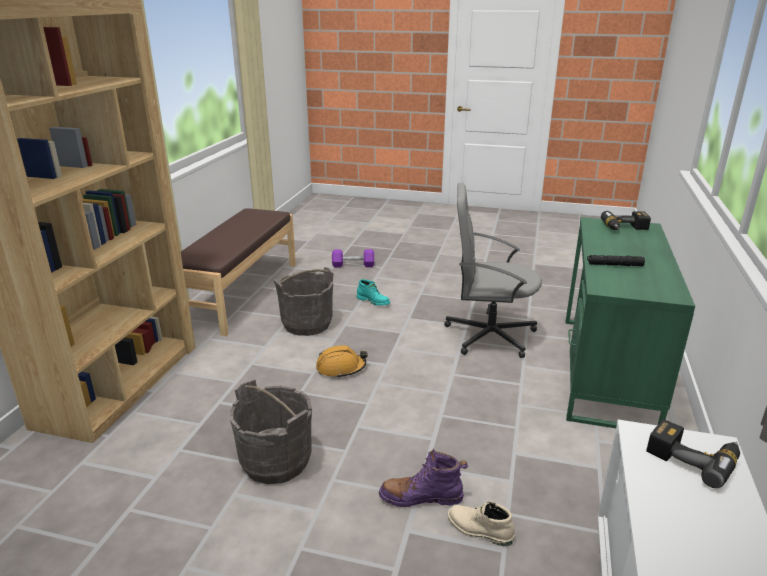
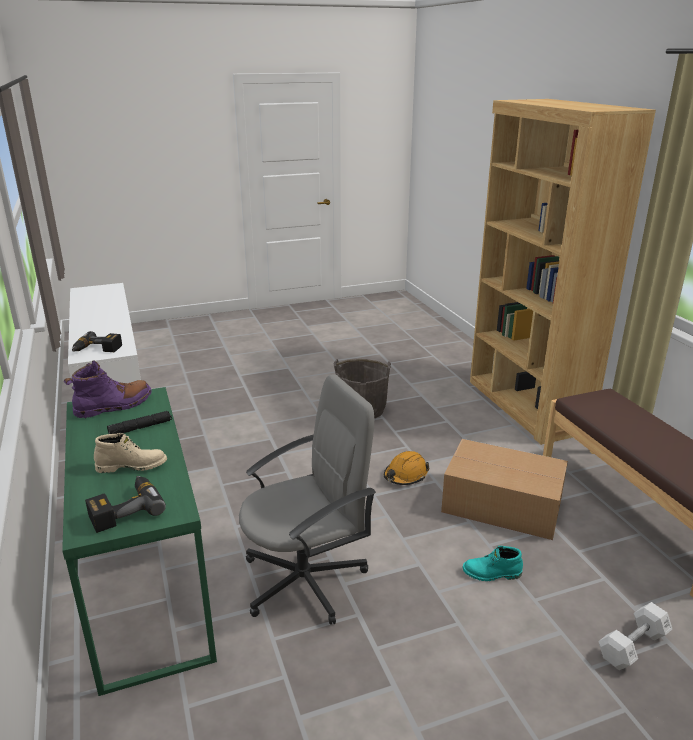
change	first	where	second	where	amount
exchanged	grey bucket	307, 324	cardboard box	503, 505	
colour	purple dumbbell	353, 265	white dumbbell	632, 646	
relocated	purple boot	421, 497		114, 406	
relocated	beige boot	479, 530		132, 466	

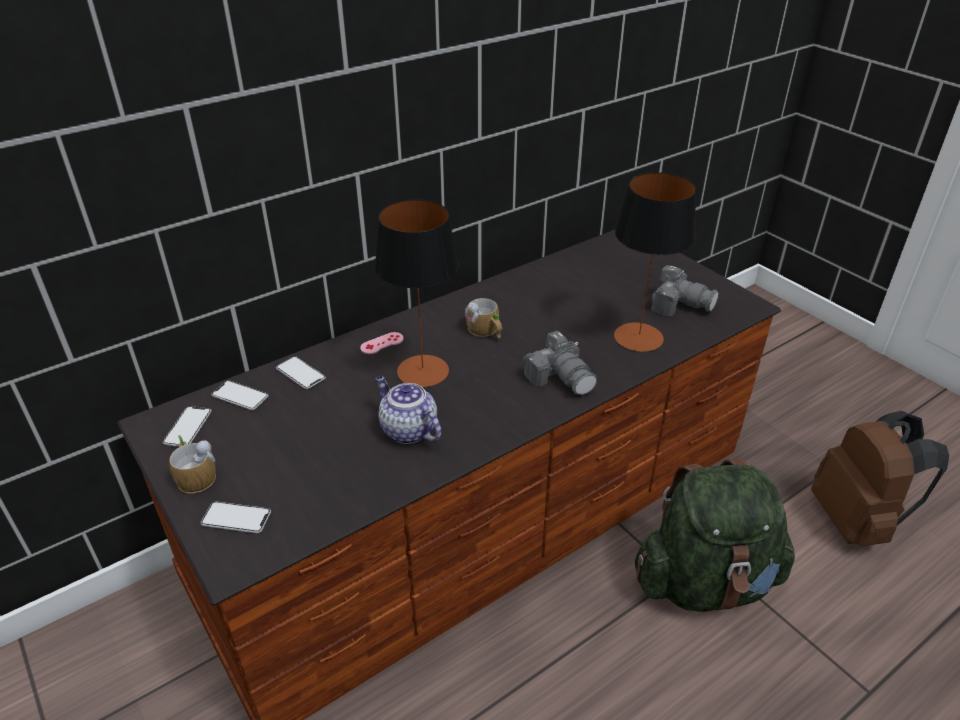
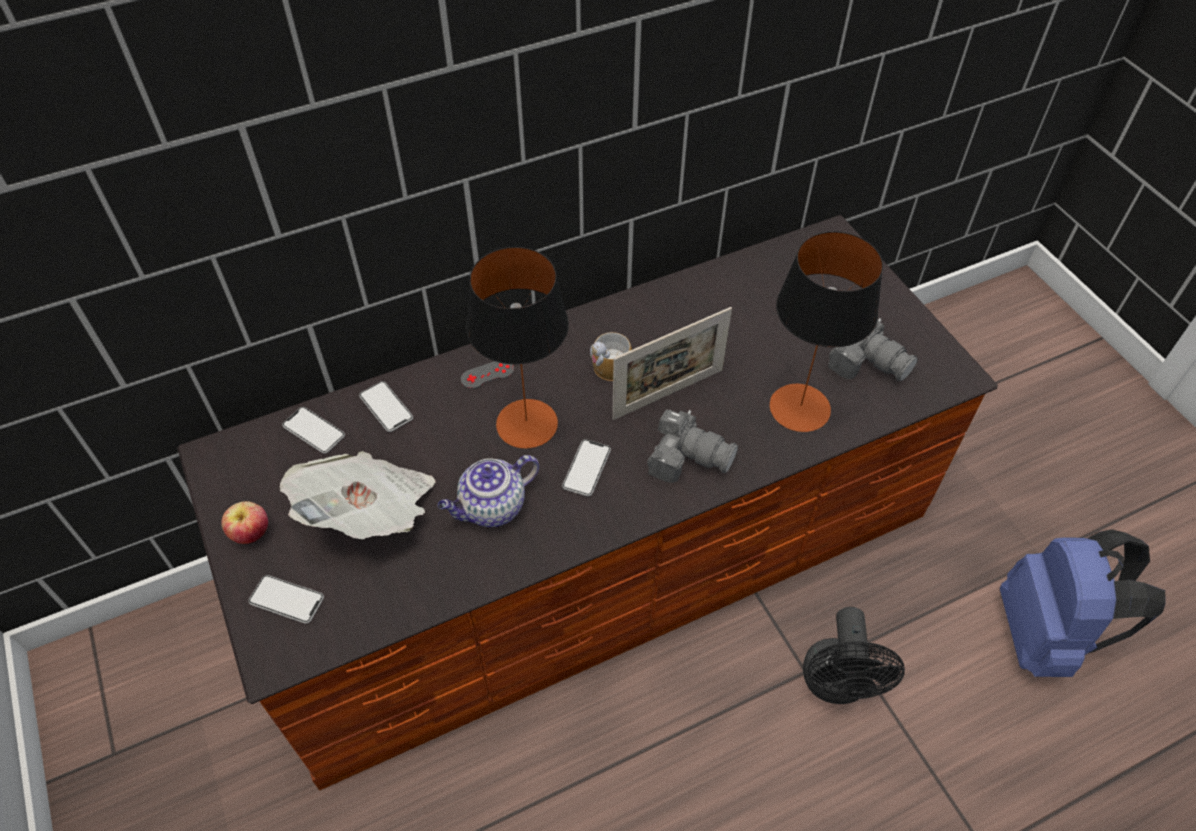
change	first	where	second	where	amount
relocated	phone	188, 427		586, 468	
exchanged	mug	195, 474	apple	251, 534	
colour	pink game controller	382, 343	grey game controller	487, 374	
spun	teapot	407, 430		492, 508	90 degrees counterclockwise
spun	photo camera	561, 377		687, 457	45 degrees counterclockwise
exchanged	green backpack	705, 582	black fan	836, 685	
colour	brown backpack	856, 521	blue backpack	1045, 635	
appeared			newspaper	370, 512	
appeared			picture frame	668, 394	

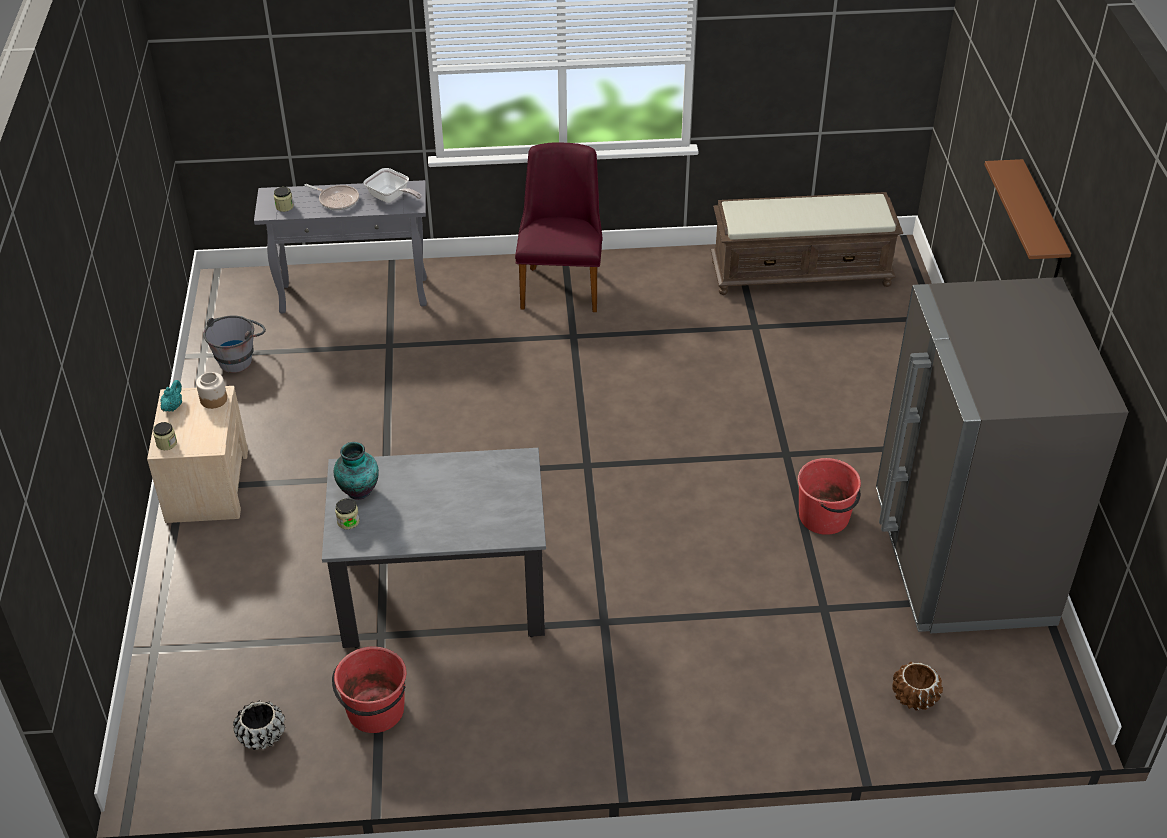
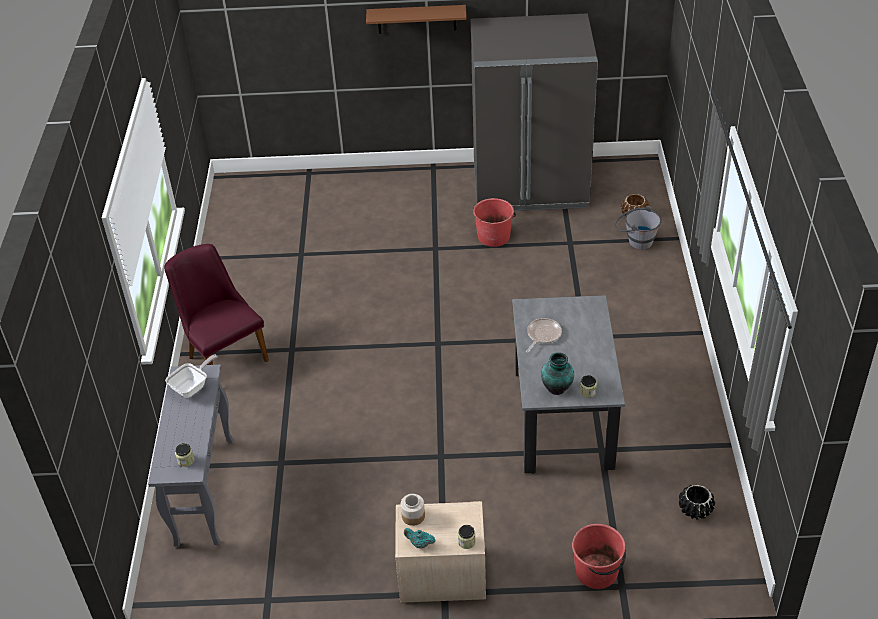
change	first	where	second	where	amount
relocated	grey bucket	239, 358		635, 241	
relocated	frying pan	337, 200		542, 335	
relocated	red bucket	375, 711		597, 571	
spun	purple chair	562, 283		223, 355	45 degrees clockwise
missing	brown bench	801, 273			

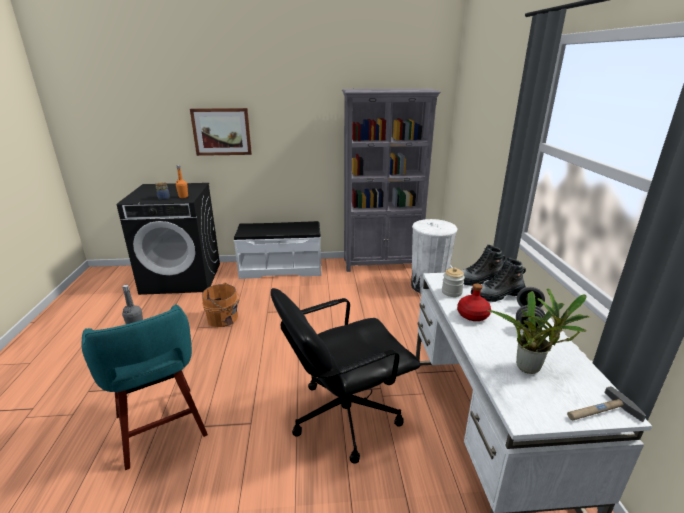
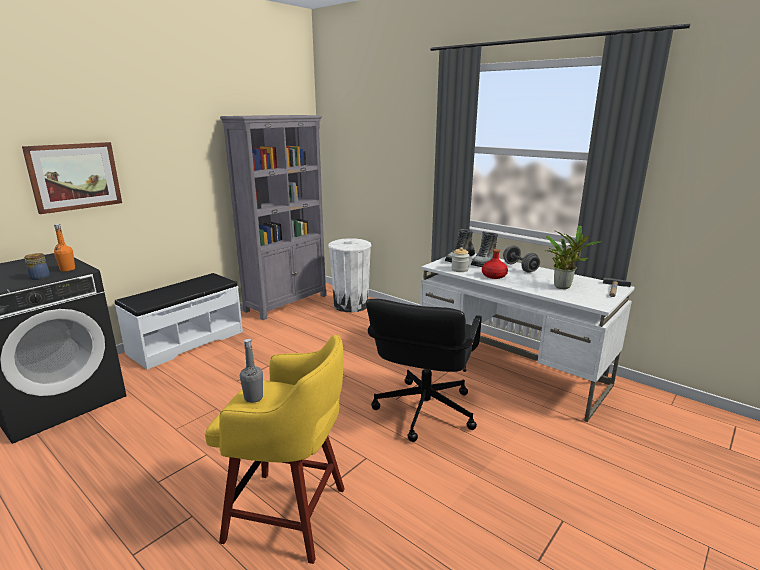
change	first	where	second	where	amount
colour	turquoise stool	161, 428	yellow stool	290, 515	
missing	orange bucket	224, 319			

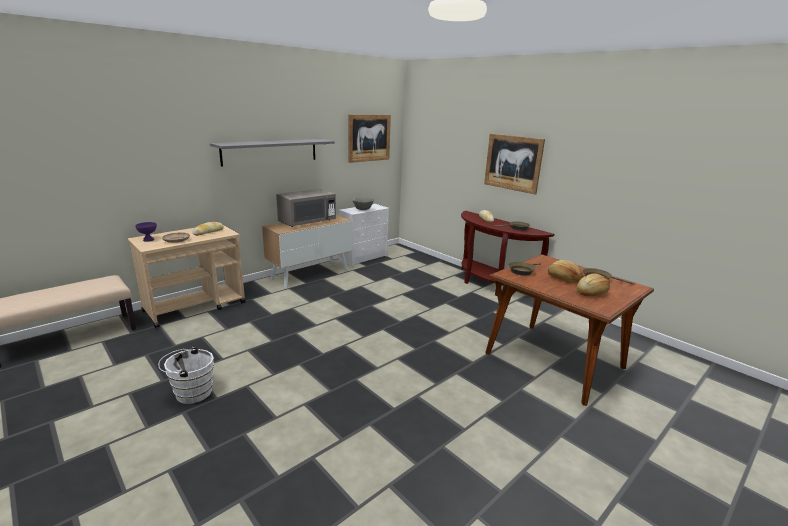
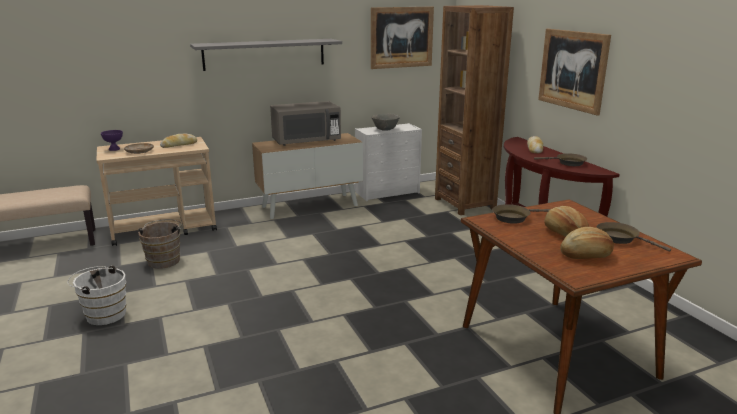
change	first	where	second	where	amount
appeared			brown bucket	164, 260	
appeared			brown bookcase	465, 204	

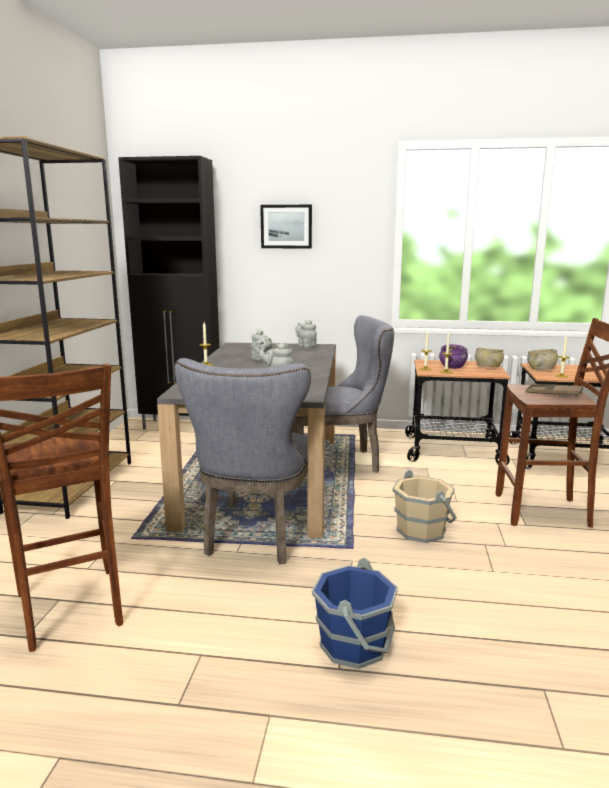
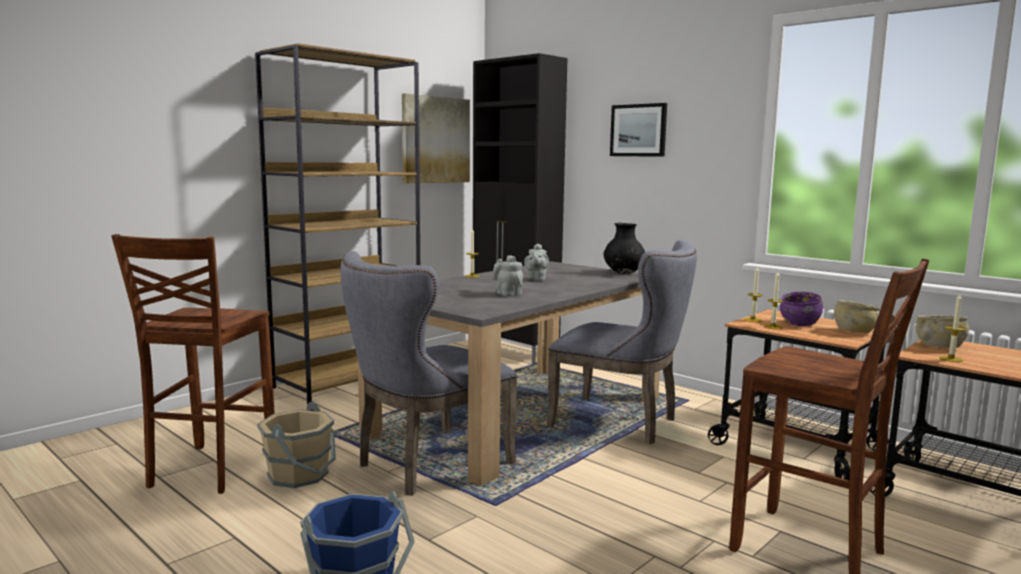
change	first	where	second	where	amount
exchanged	grey teapot	306, 346	black vase	623, 273	
relocated	beige bucket	421, 530		299, 474	
missing	brown tray	553, 393			
appeared			picture	435, 140	

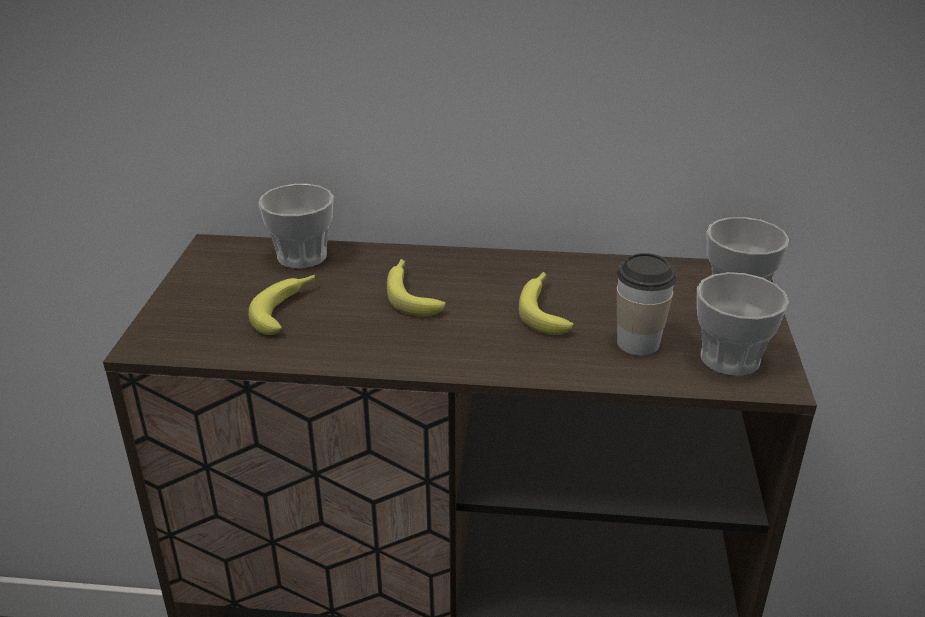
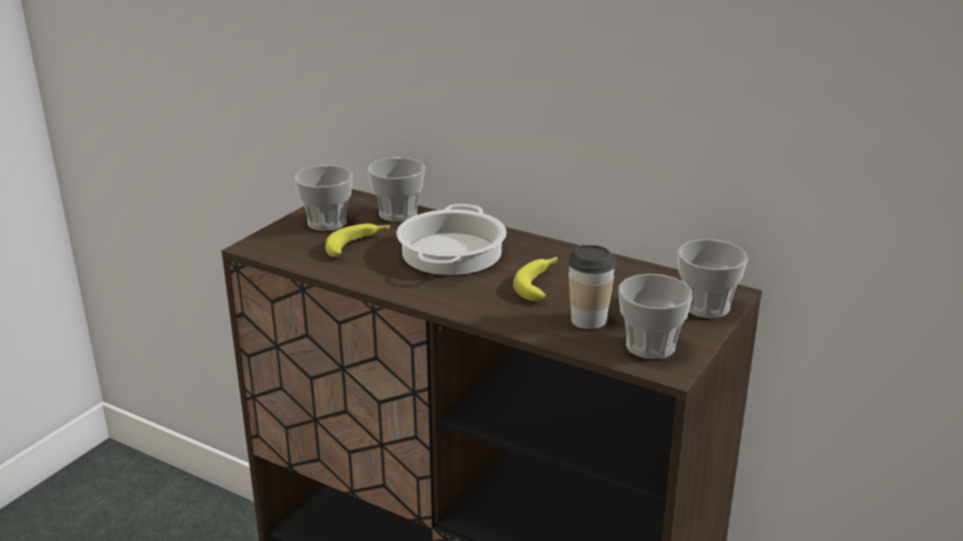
change	first	where	second	where	amount
exchanged	banana	411, 294	cooking pot	452, 253	
appeared			cup	327, 223	

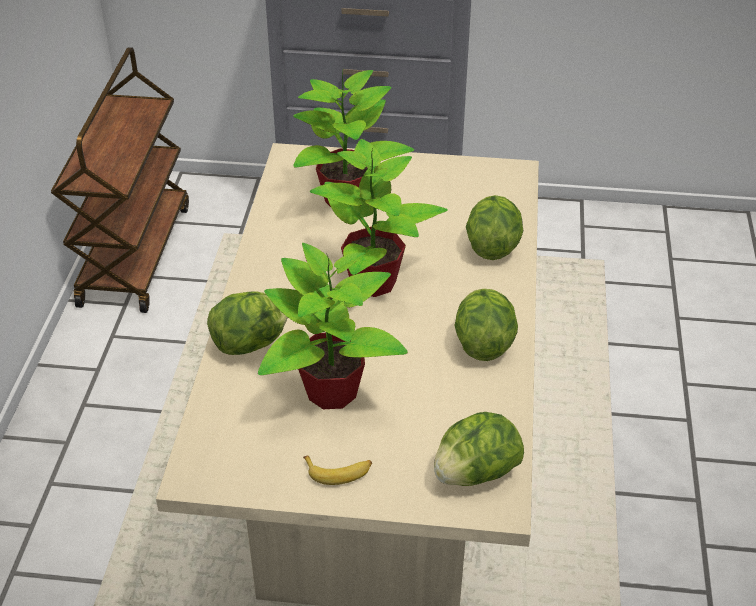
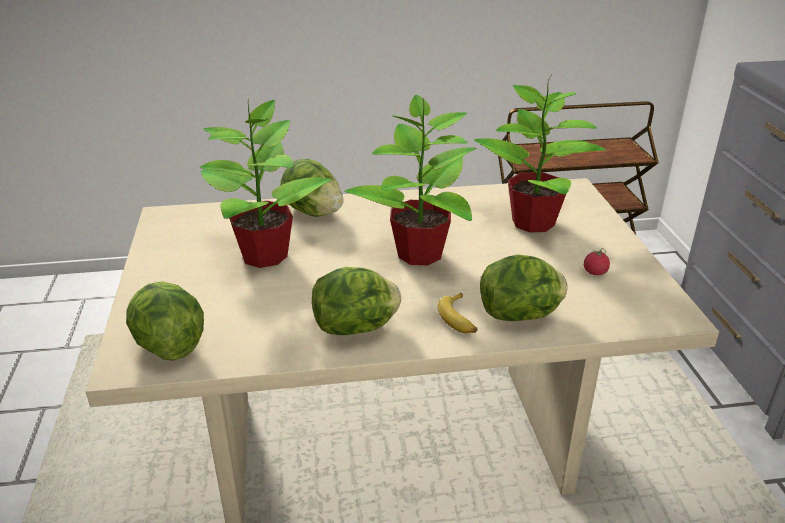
change	first	where	second	where	amount
relocated	banana	339, 472		459, 319	
appeared			tomato	595, 272	

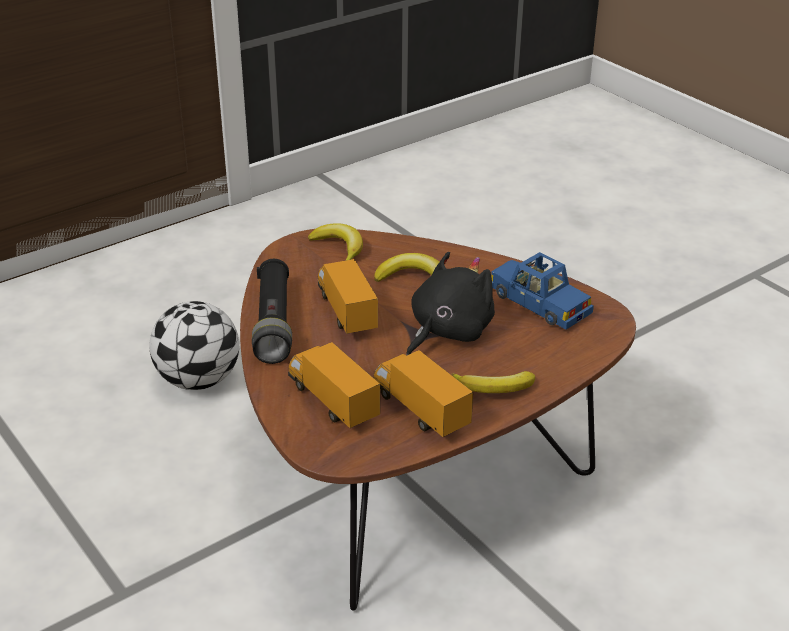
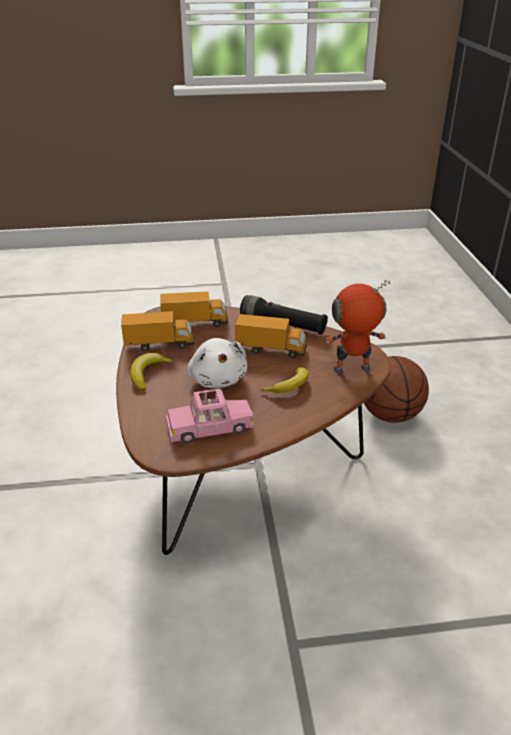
change	first	where	second	where	amount
exchanged	football	199, 380	basketball	390, 415	
exchanged	banana	339, 248	toy robot	352, 370	
colour	black plush toy	447, 331	white plush toy	218, 378	
colour	blue toy car	538, 304	pink toy car	210, 428	

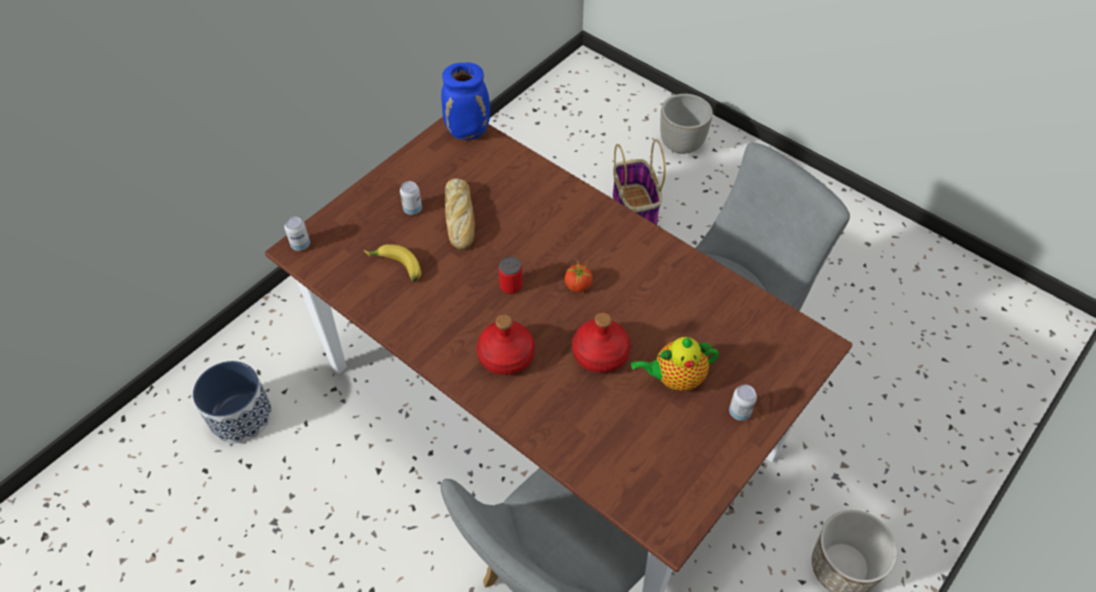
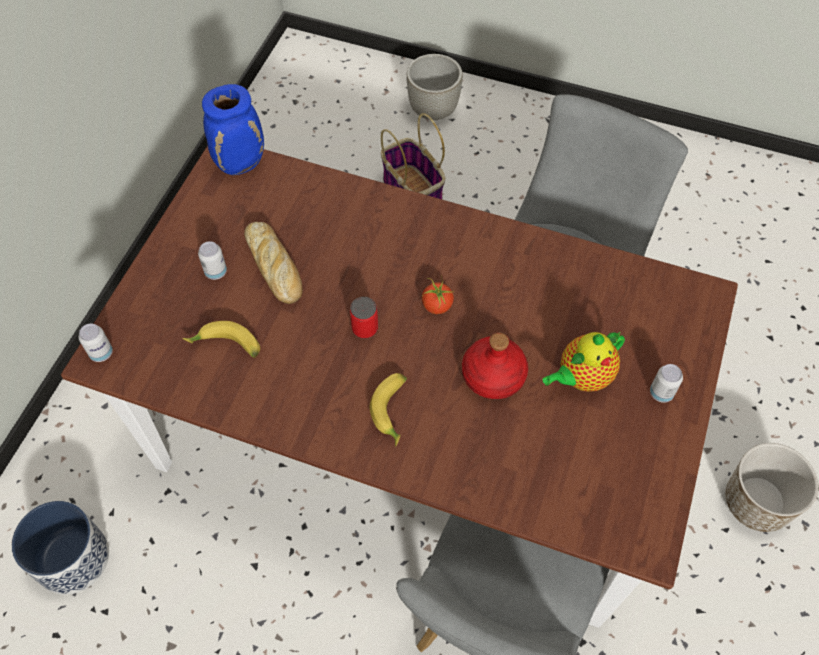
change	first	where	second	where	amount
exchanged	red bottle	506, 356	banana	394, 411	

